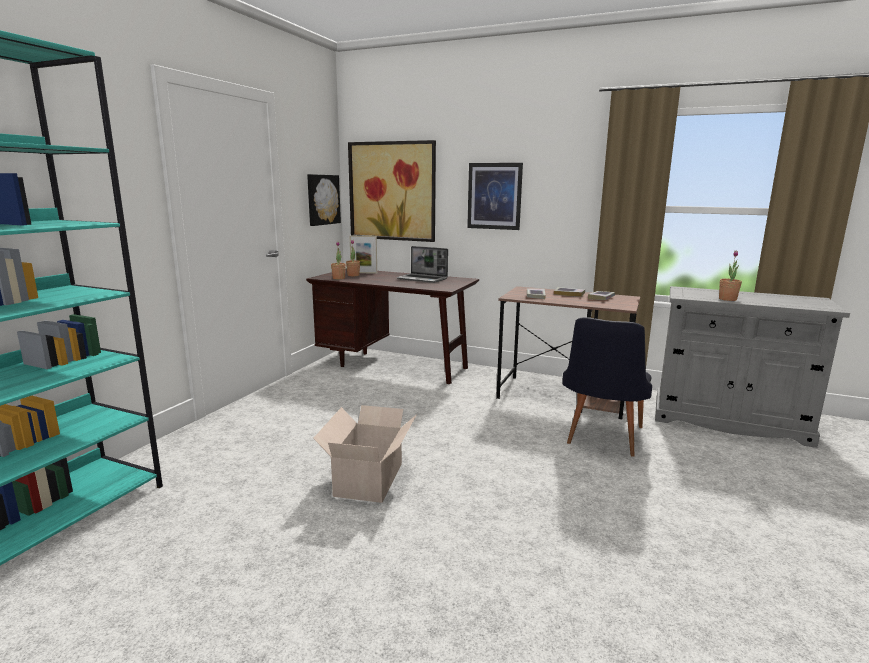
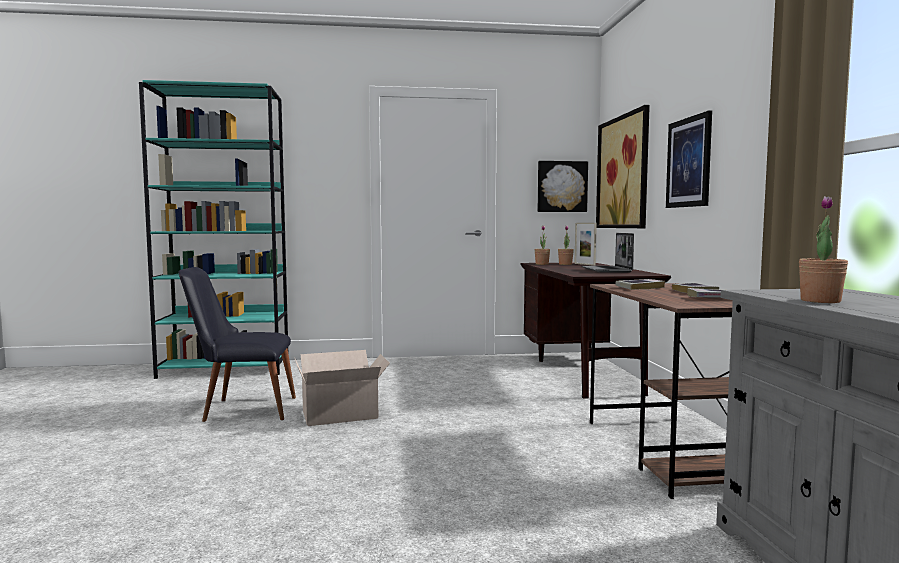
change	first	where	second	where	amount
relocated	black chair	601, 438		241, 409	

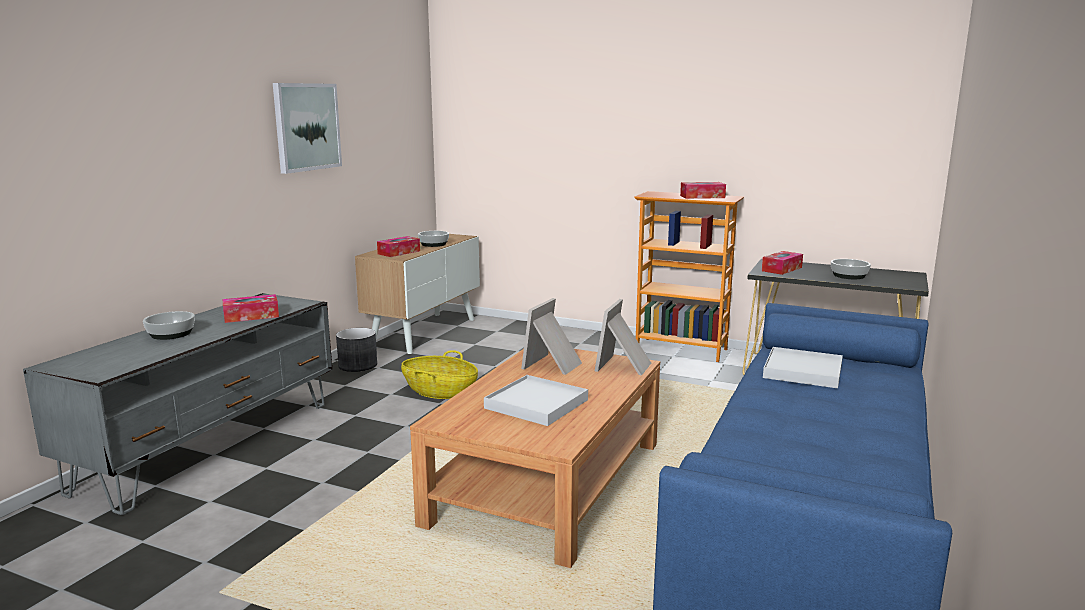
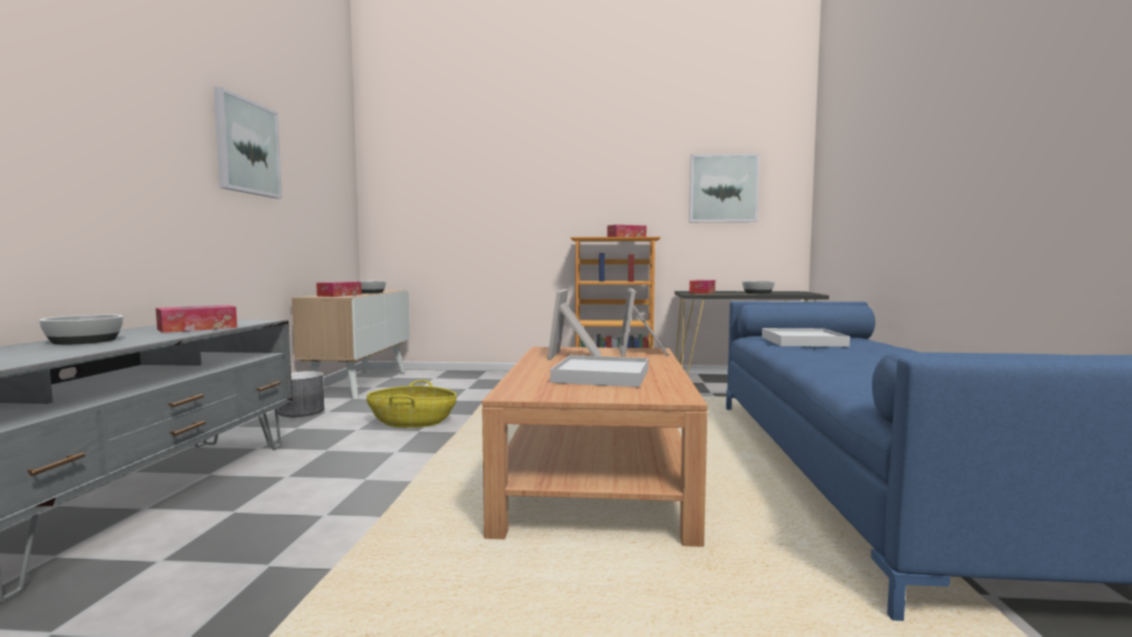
change	first	where	second	where	amount
appeared			picture	723, 188	

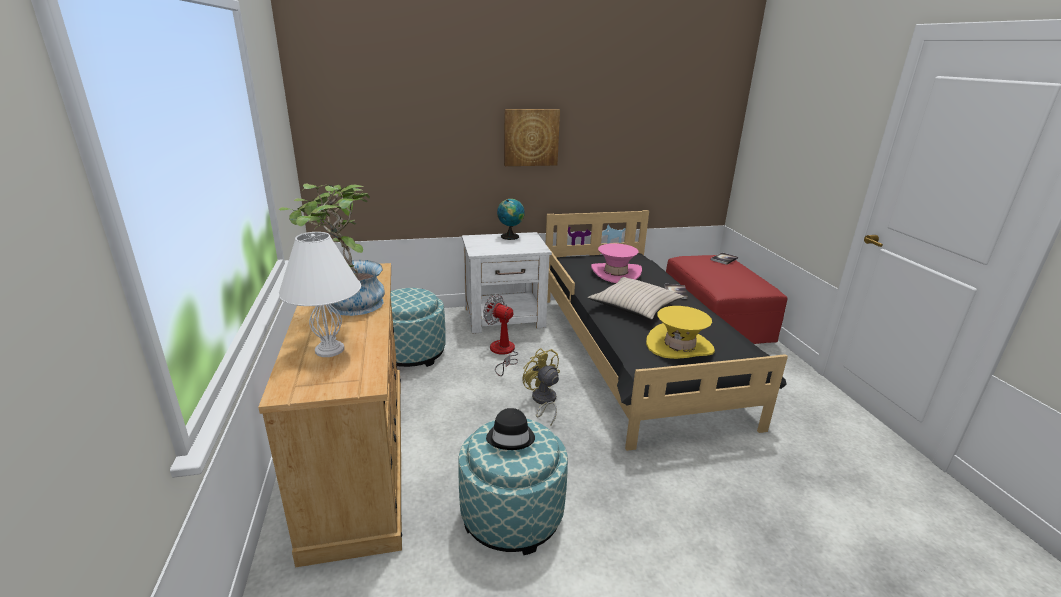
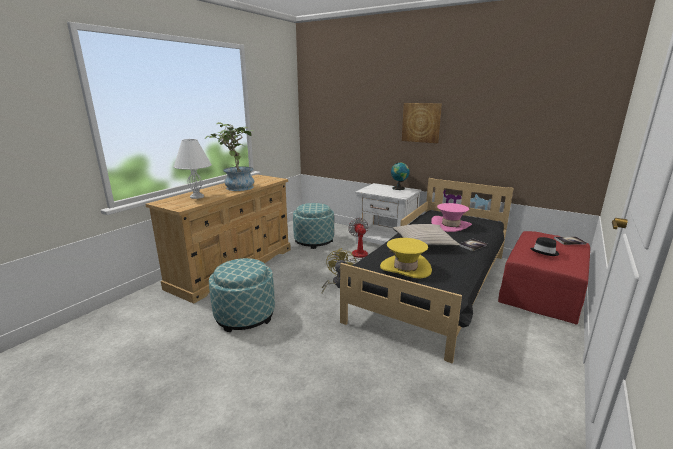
change	first	where	second	where	amount
relocated	black hat	511, 437		545, 252	

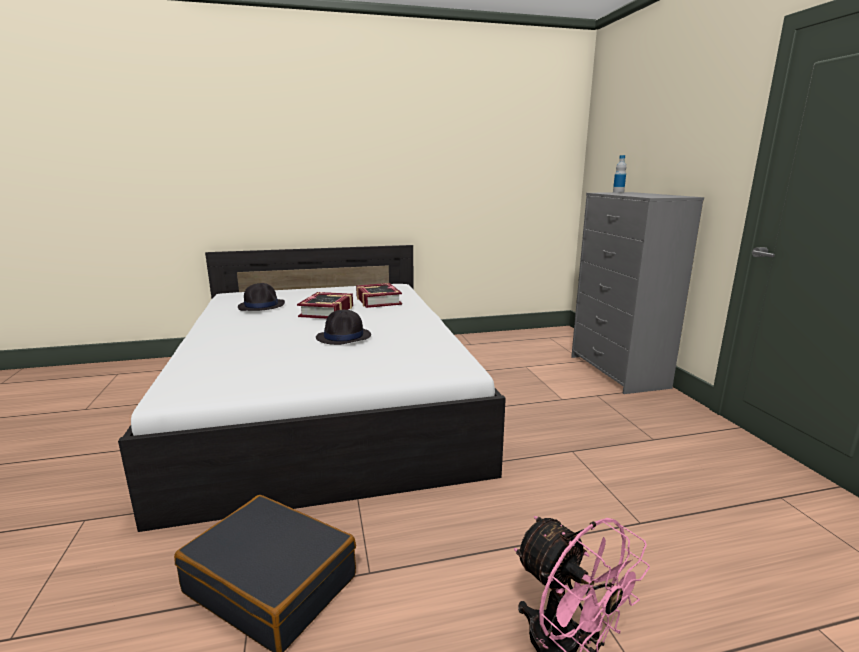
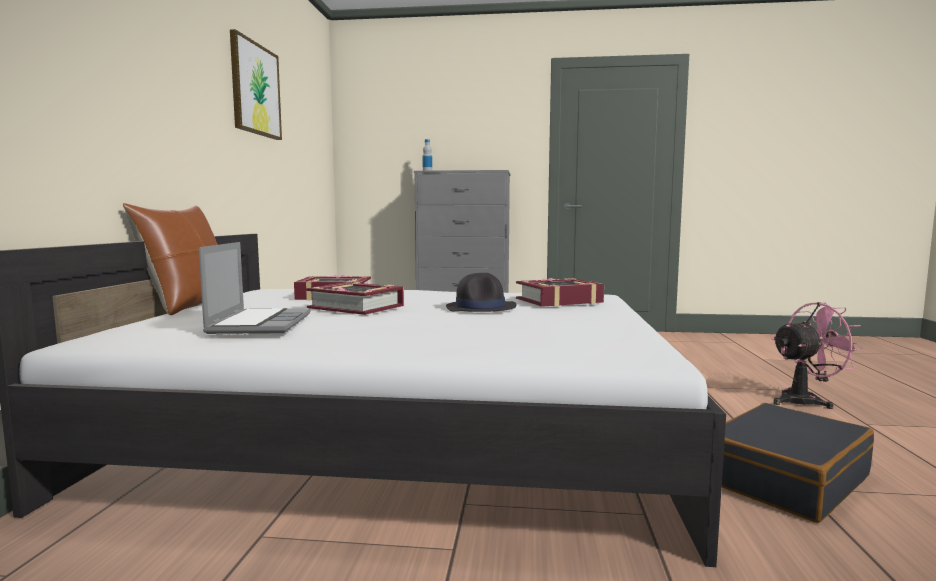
change	first	where	second	where	amount
exchanged	black hat	262, 305	laptop	259, 323	
appeared			brown pillow	188, 306	
appeared			picture	255, 89	
appeared			book	559, 301	

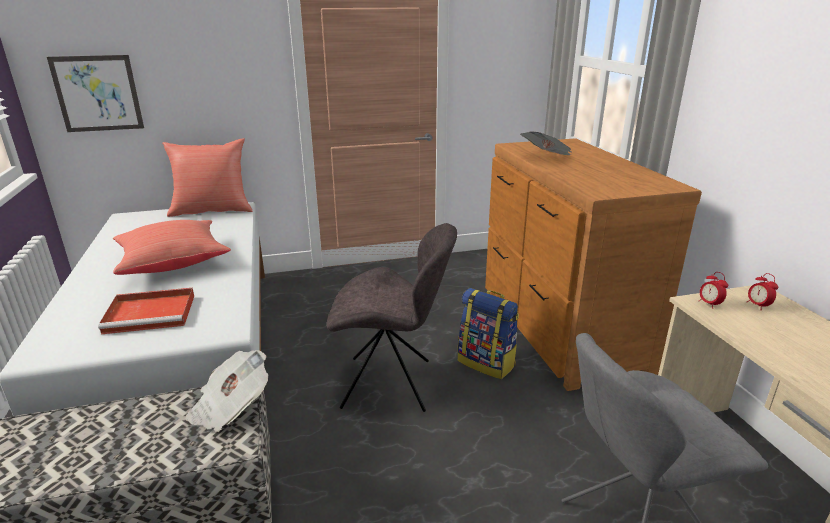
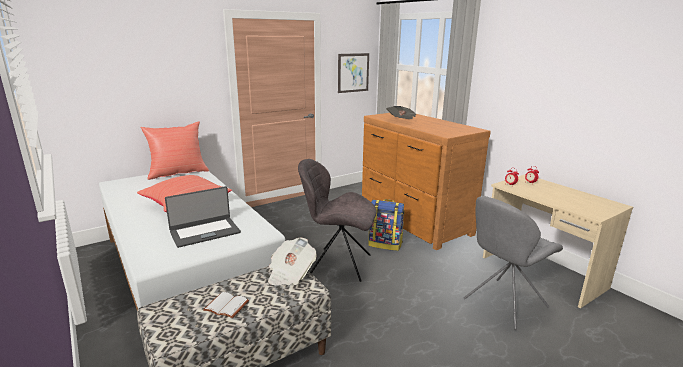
change	first	where	second	where	amount
relocated	picture	97, 93		353, 72	
exchanged	red tray	152, 313	laptop	205, 232	
spun	grey chair	391, 384		338, 264	150 degrees counterclockwise
appeared			white book	225, 306	

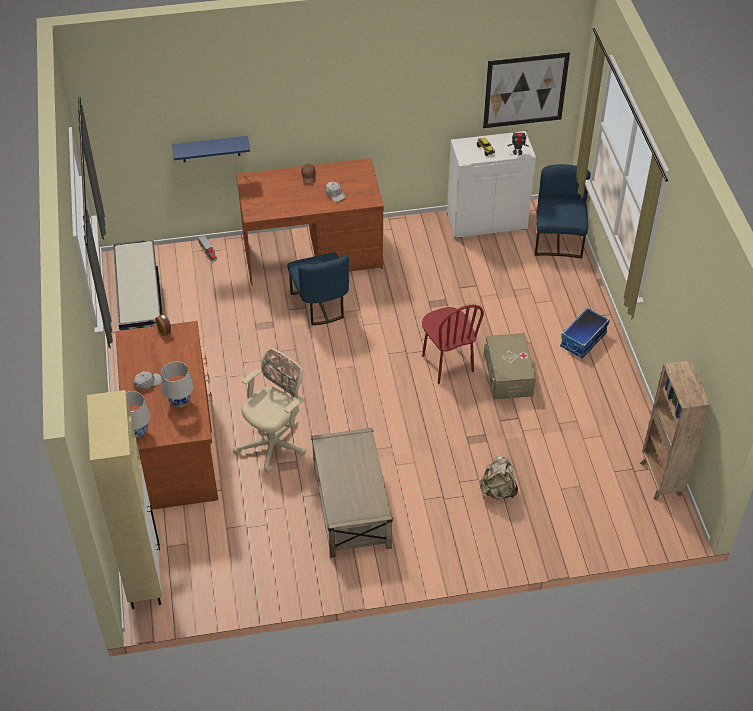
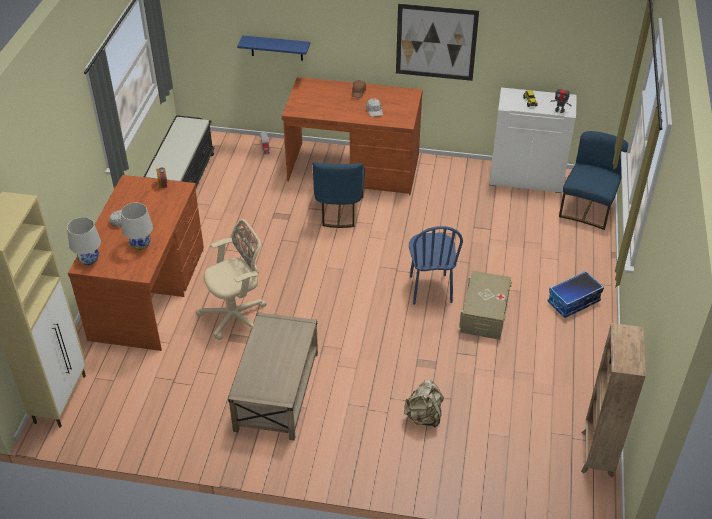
change	first	where	second	where	amount
colour	red chair	447, 364	blue chair	430, 289	
relocated	picture	525, 90		436, 42	

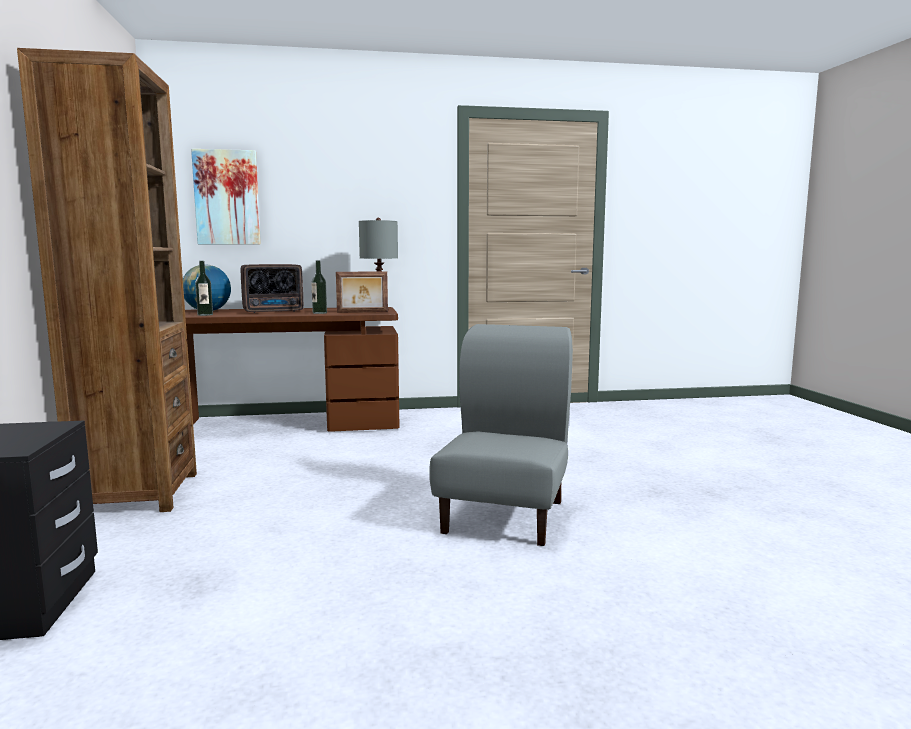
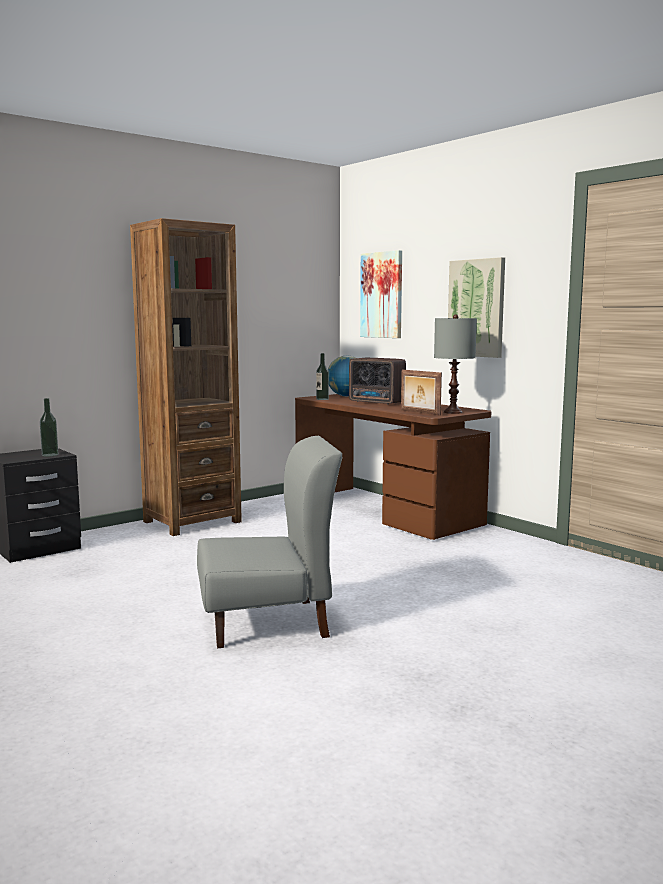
change	first	where	second	where	amount
relocated	bottle	319, 313		50, 455	
appeared			picture	476, 308	

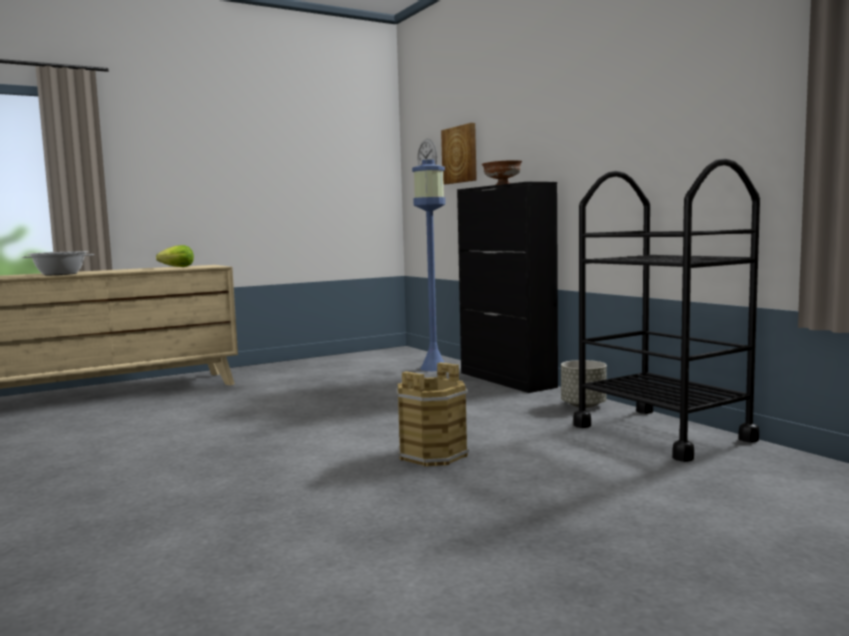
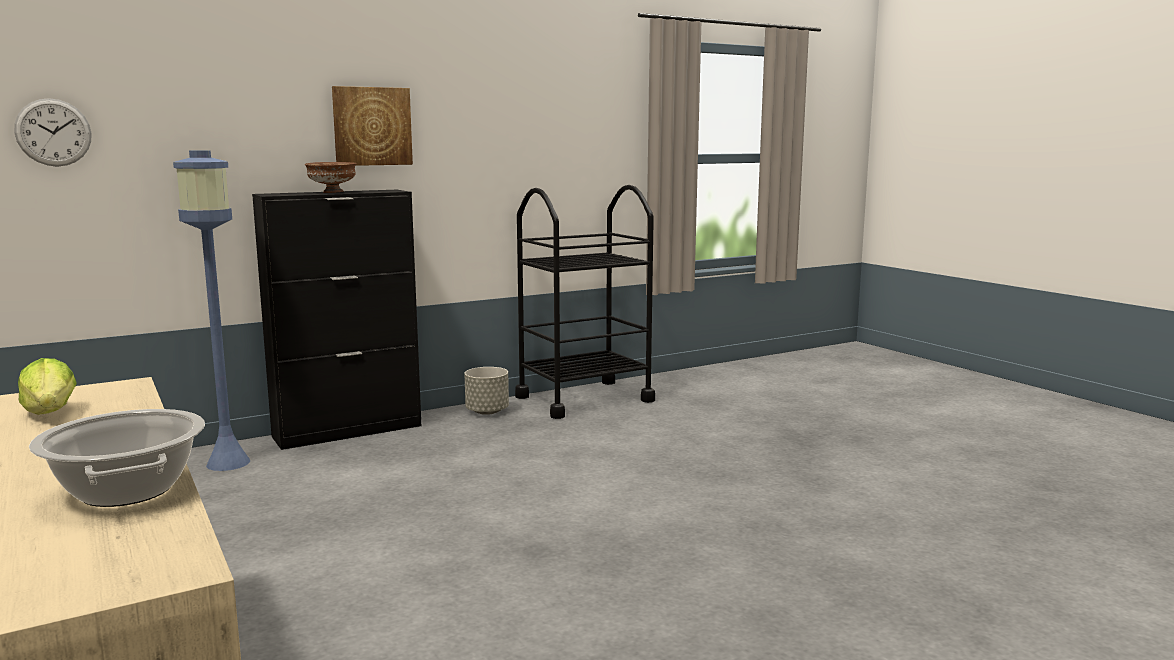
change	first	where	second	where	amount
missing	brown bucket	433, 454			
relocated	picture	460, 154		372, 126	

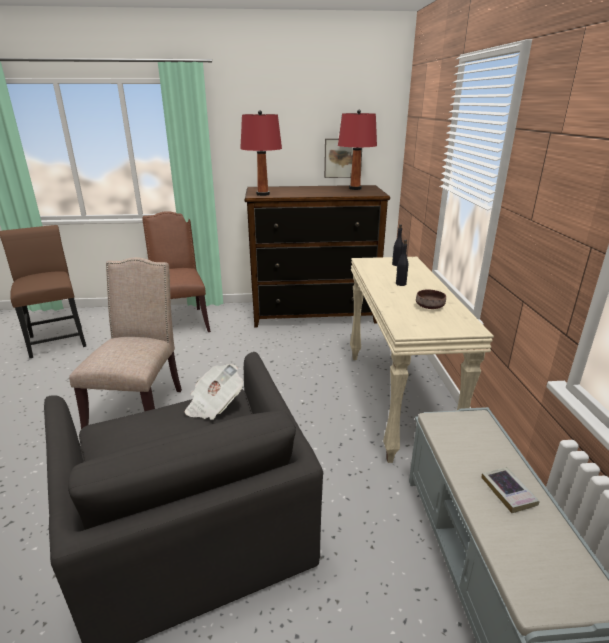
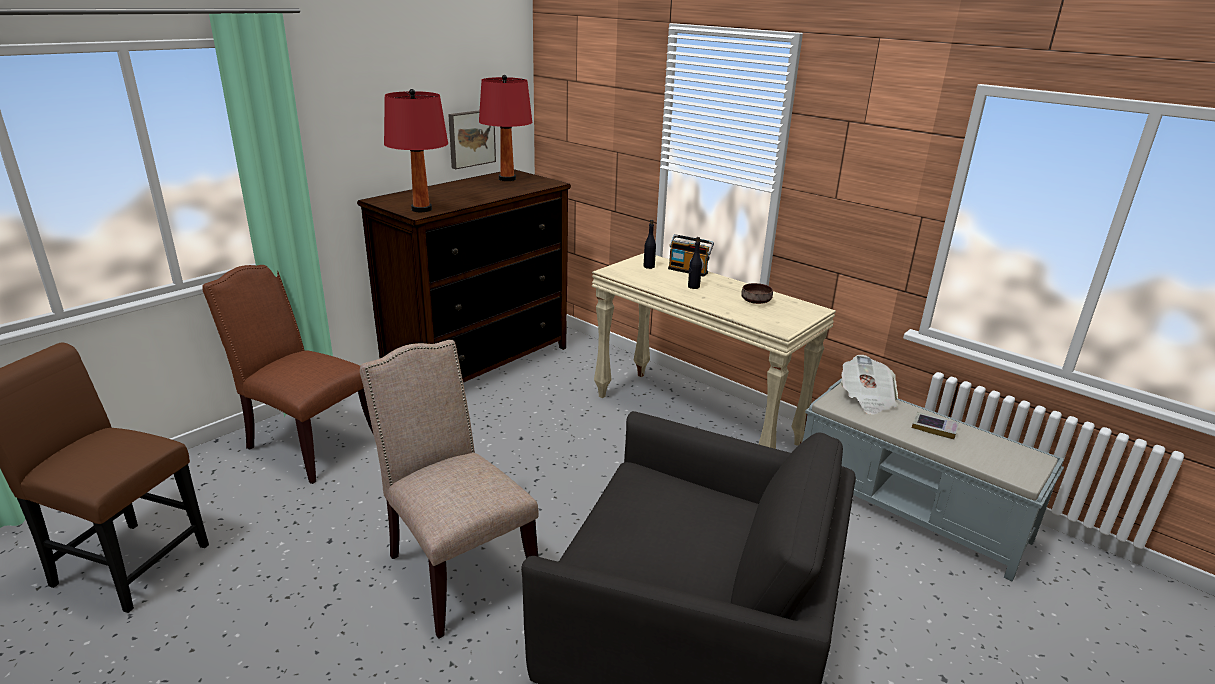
change	first	where	second	where	amount
relocated	newspaper	214, 405		866, 399	
appeared			radio	688, 270	

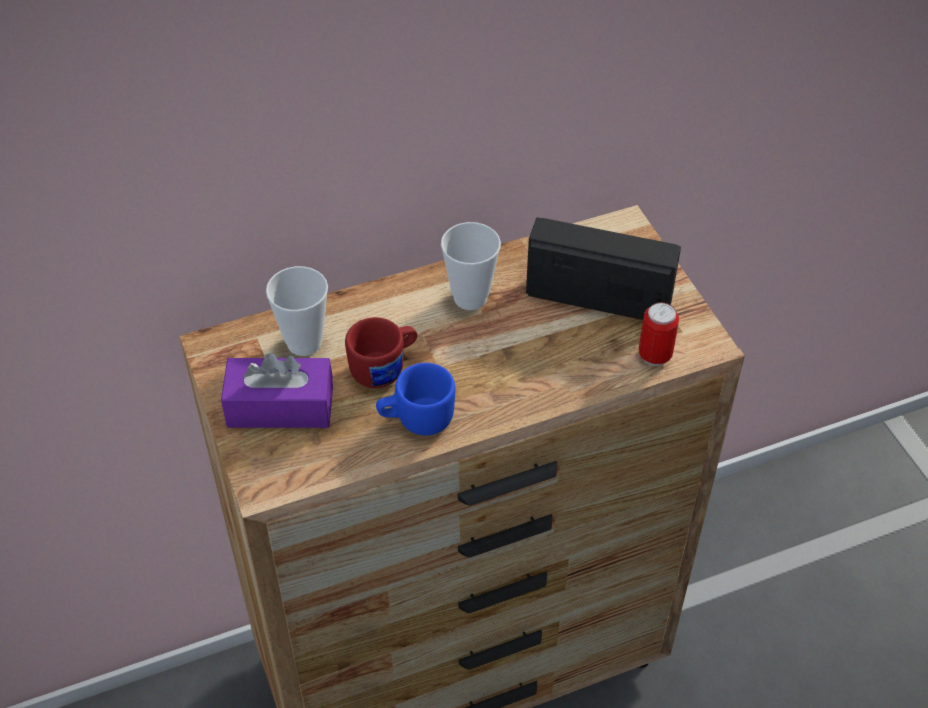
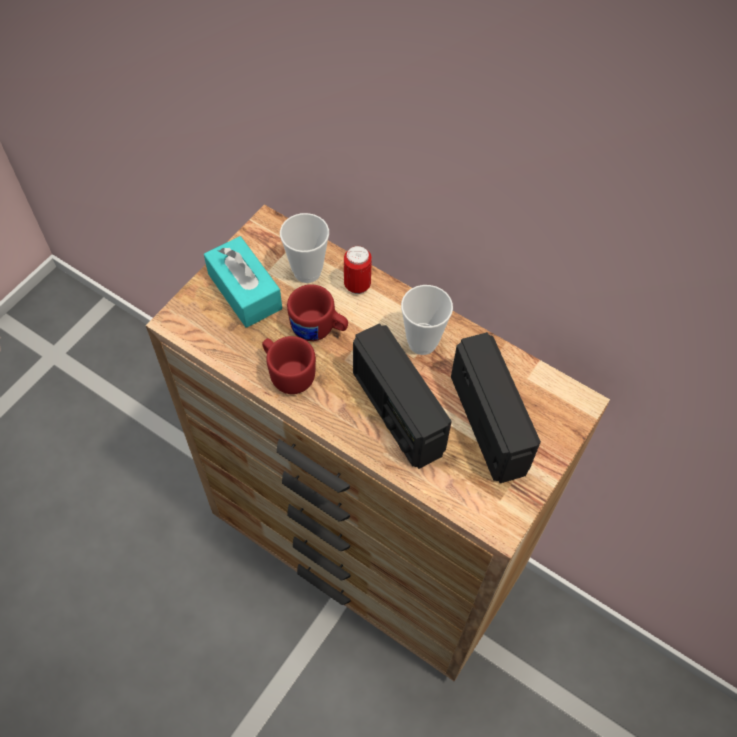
change	first	where	second	where	amount
colour	purple tissue box	280, 406	turquoise tissue box	244, 291	
colour	blue mug	416, 419	red mug	288, 373	
relocated	can	655, 356		357, 285	
appeared			radio	396, 412	

